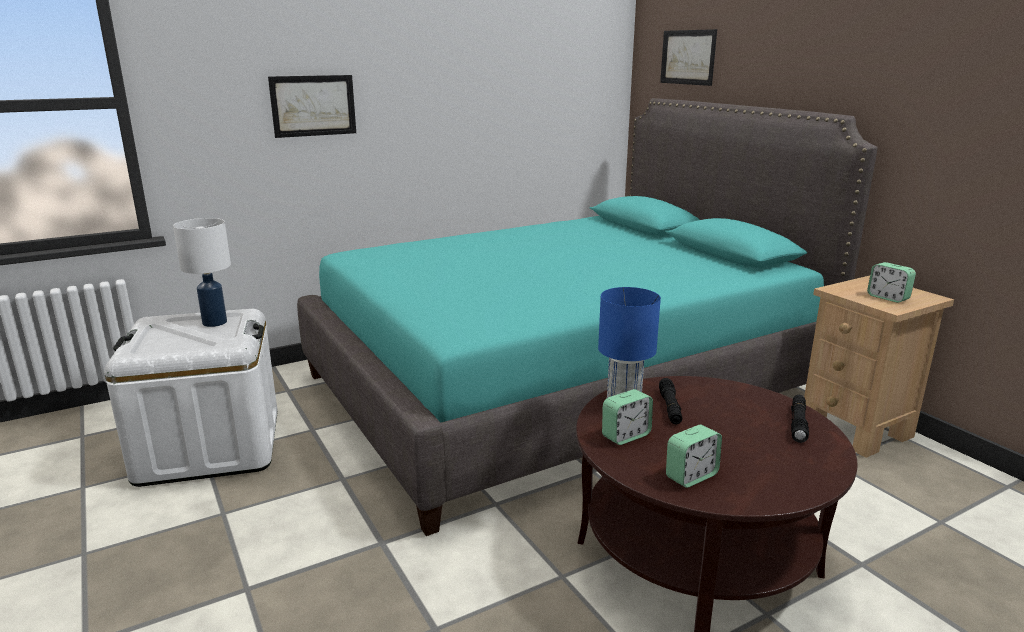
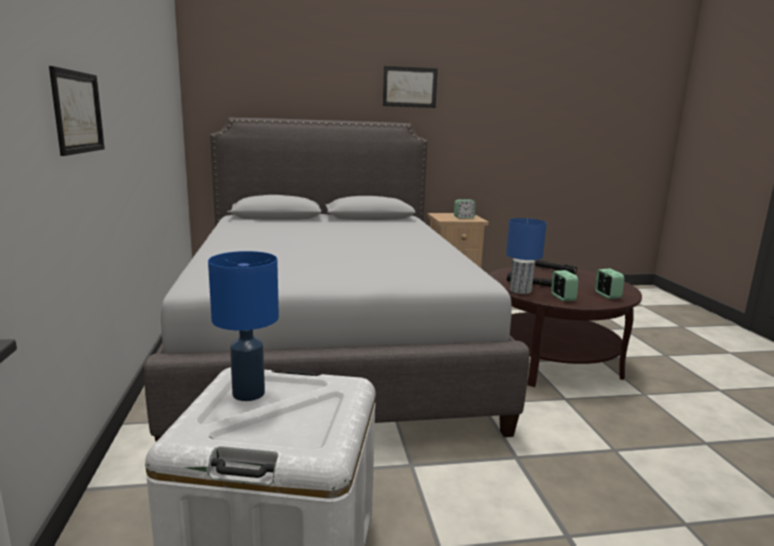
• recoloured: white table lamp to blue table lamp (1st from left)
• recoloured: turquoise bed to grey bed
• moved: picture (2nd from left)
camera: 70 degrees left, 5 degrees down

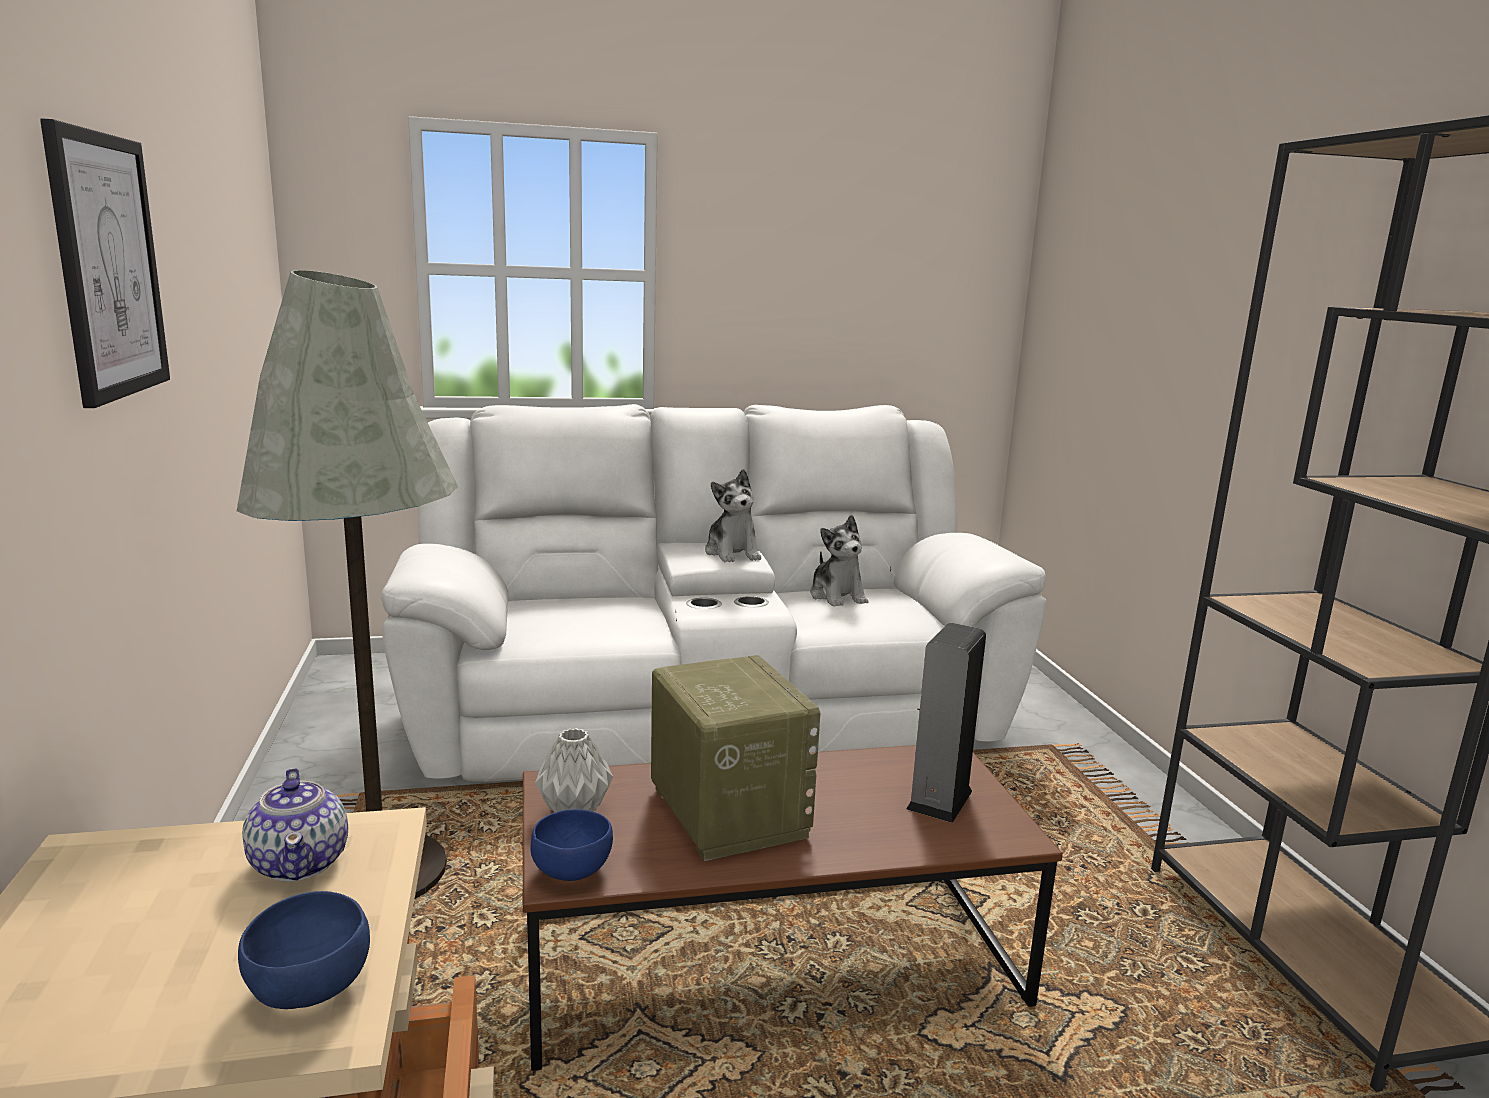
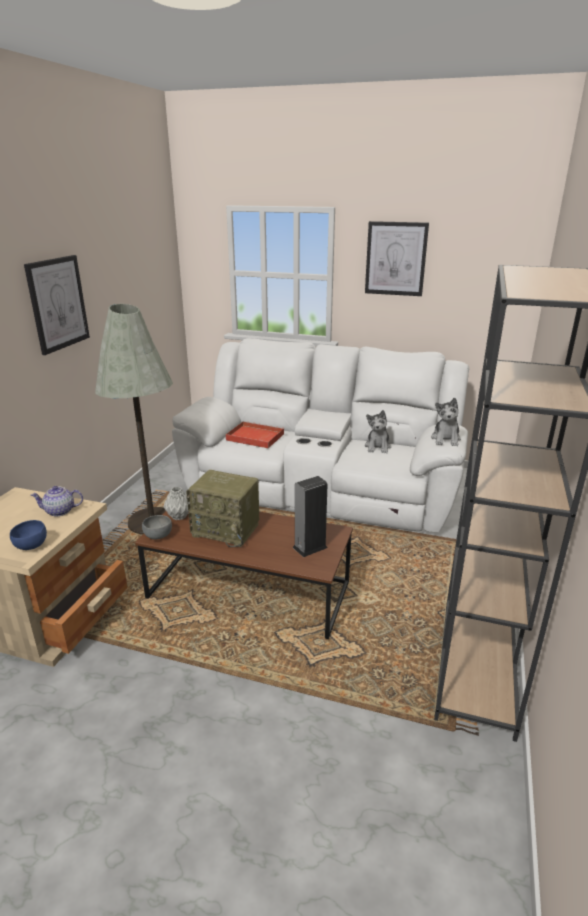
• turned: teapot 75 degrees clockwise
• recoloured: blue bowl (2nd from left) to grey bowl
• turned: radio 105 degrees clockwise
• moved: plush toy (1st from left in the first image) to plush toy (2nd from left)
• added: red tray
• added: picture (2nd from left)
camera: 30 degrees right, 10 degrees up

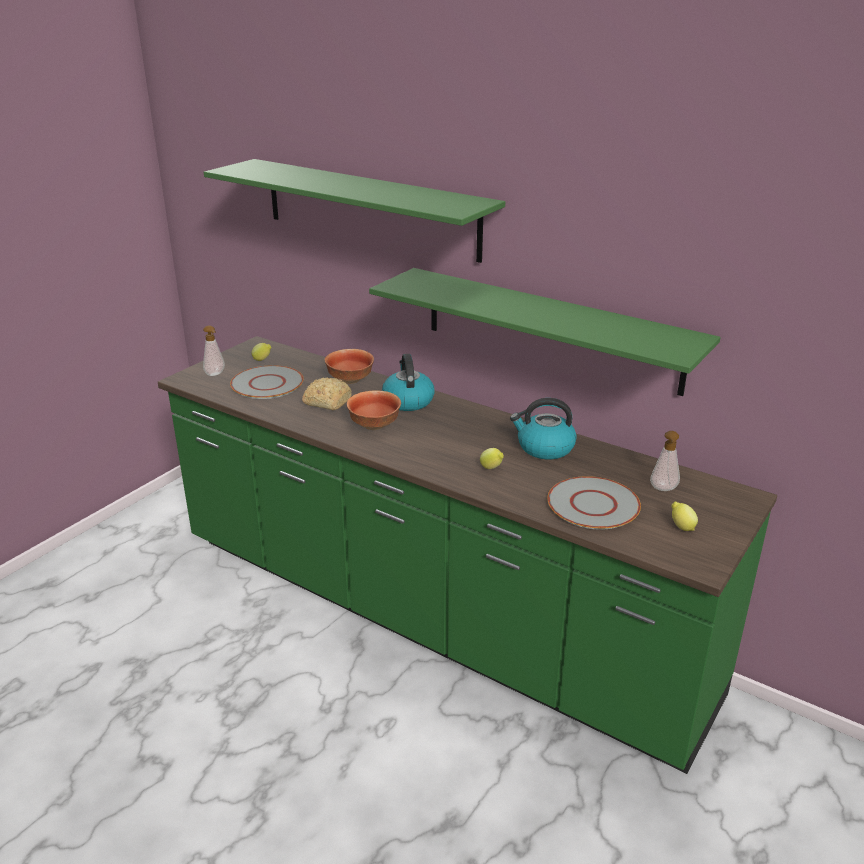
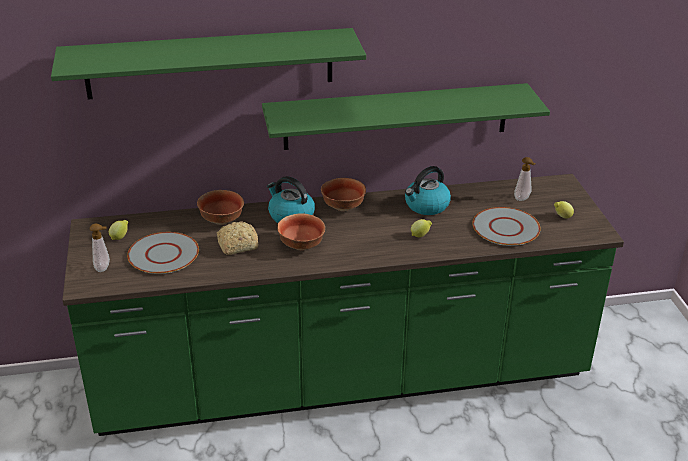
• added: bowl (3rd from left)
camera: 45 degrees left, 5 degrees up

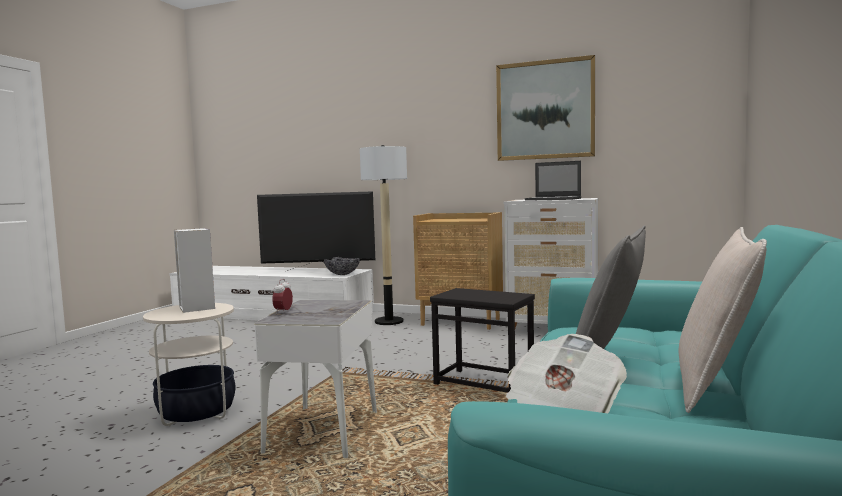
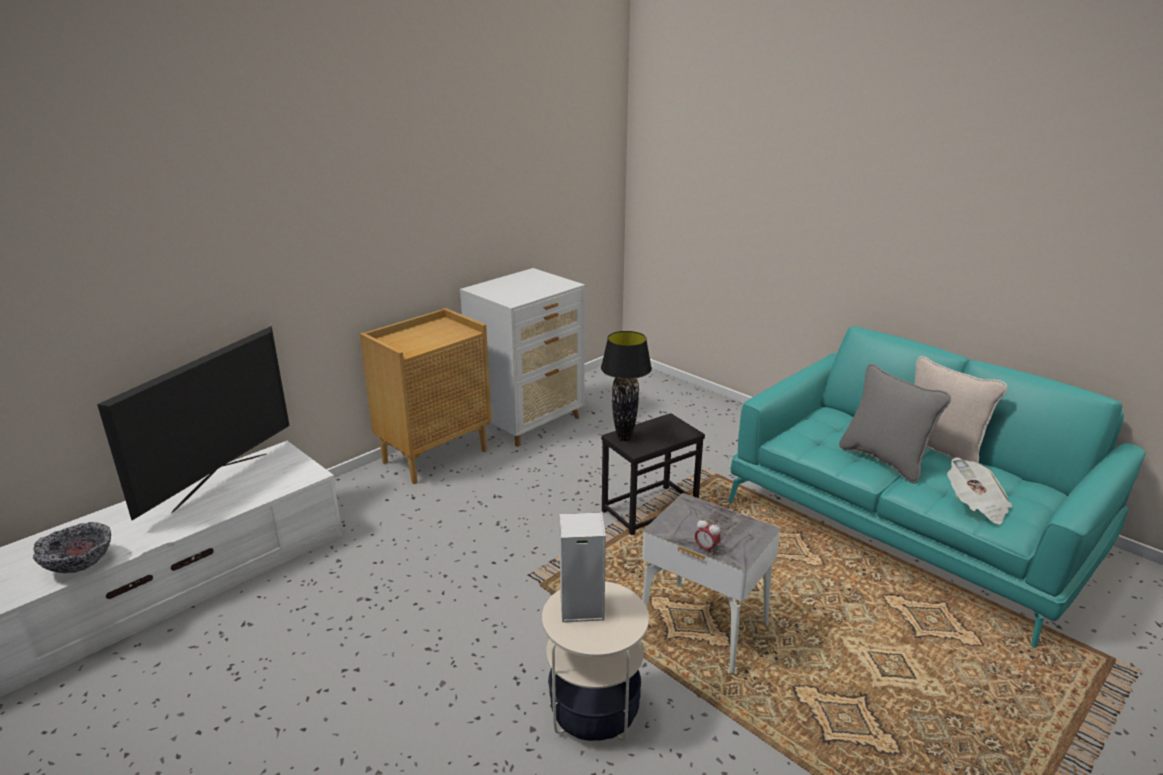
• moved: bowl
• removed: floor lamp
• removed: picture
• removed: laptop
• added: black table lamp
camera: 65 degrees left, 20 degrees up

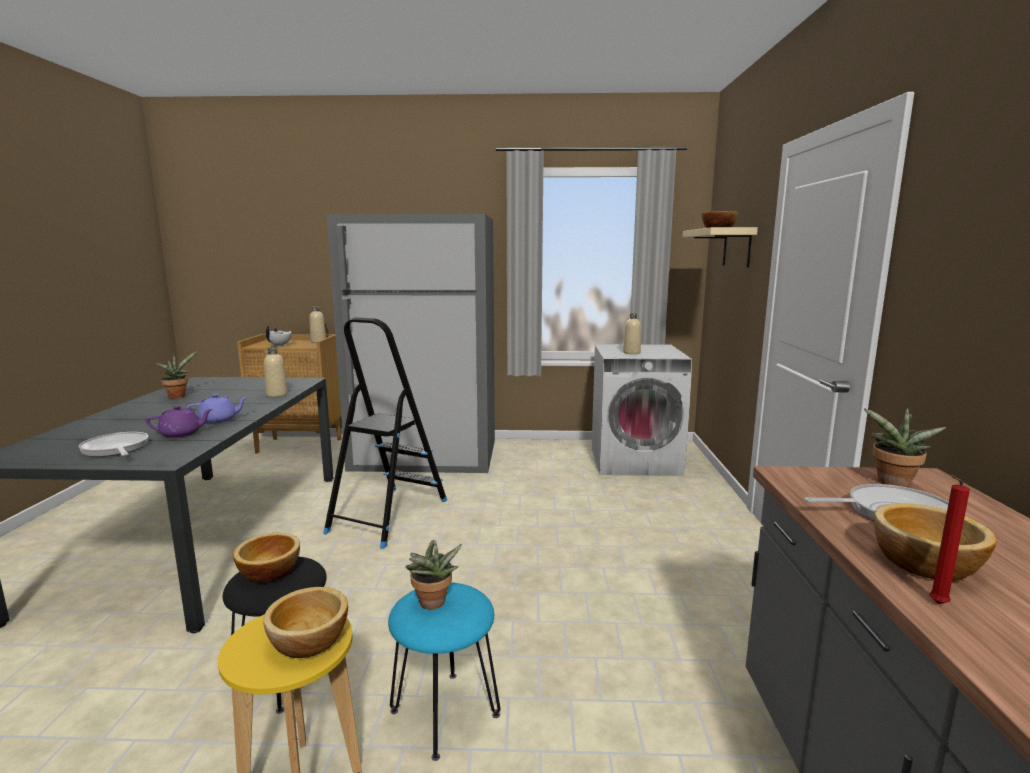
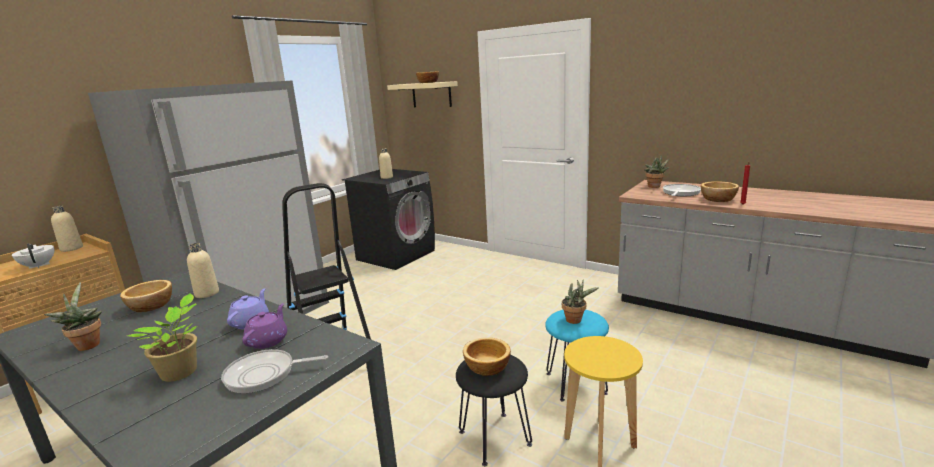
• moved: bowl (2nd from left in the first image) to bowl (1st from left)
• recoloured: white washing machine to black washing machine
• added: potted plant (2nd from left)
camera: 55 degrees left, 5 degrees up

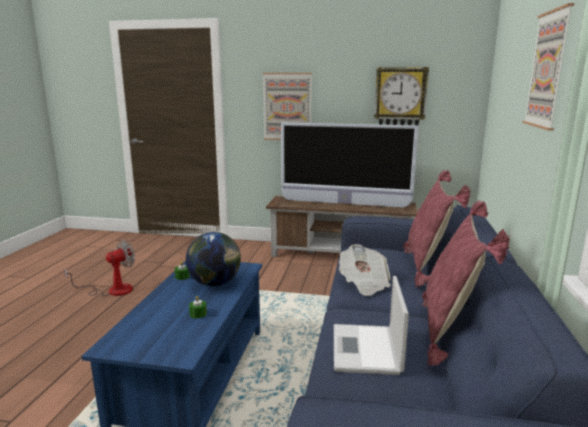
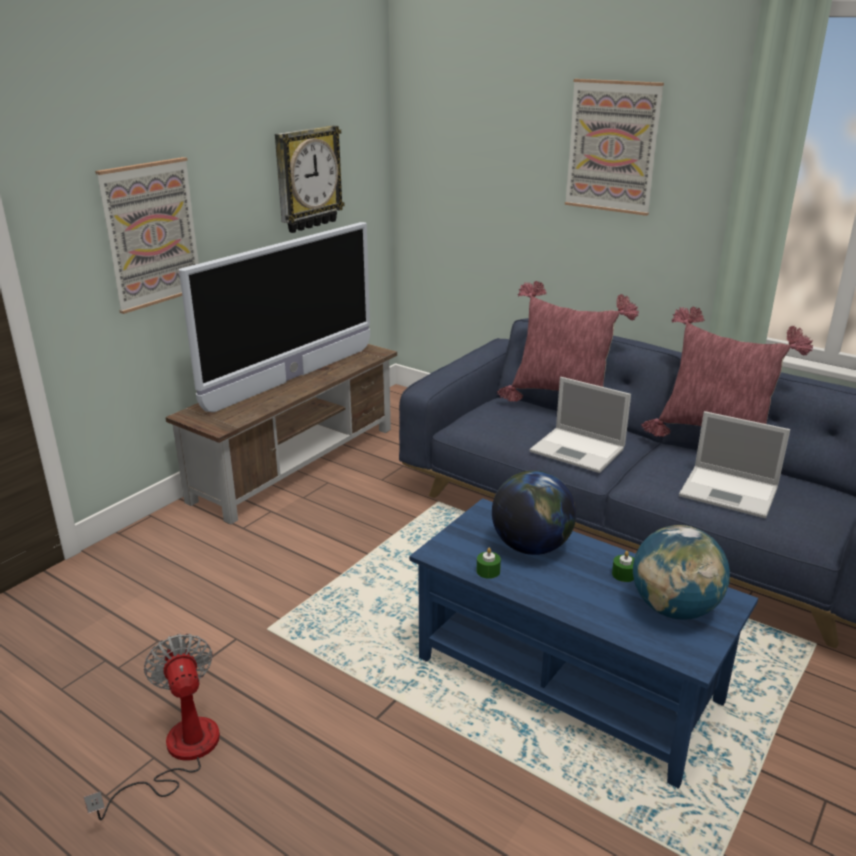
• replaced: newspaper to laptop (1st from left)
• added: globe (2nd from left)
camera: 65 degrees left, 10 degrees up

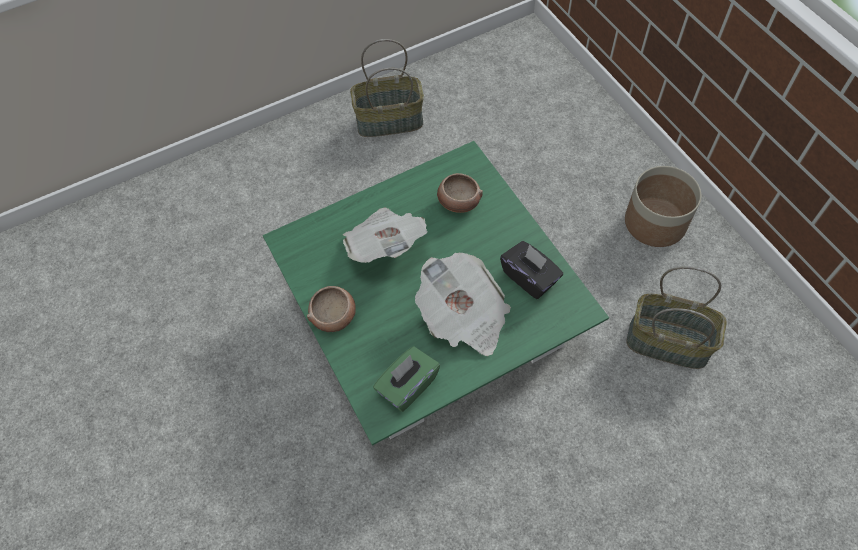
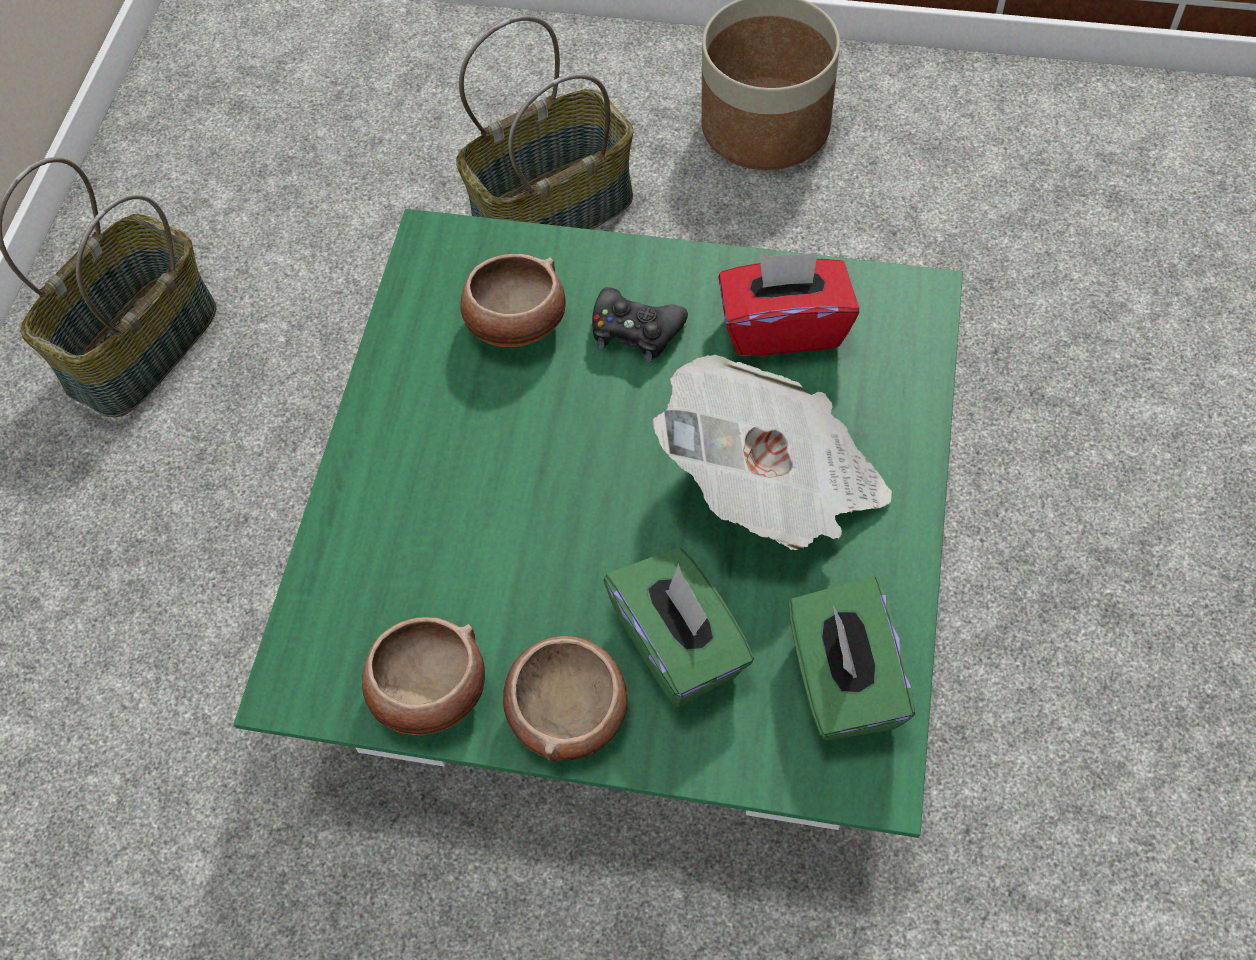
• removed: newspaper (1st from left)
• recoloured: black tissue box to red tissue box
• moved: basket (2nd from left)
• added: bowl (1st from left)
• added: black game controller
• added: green tissue box (1st from left)
camera: 50 degrees left, 0 degrees up

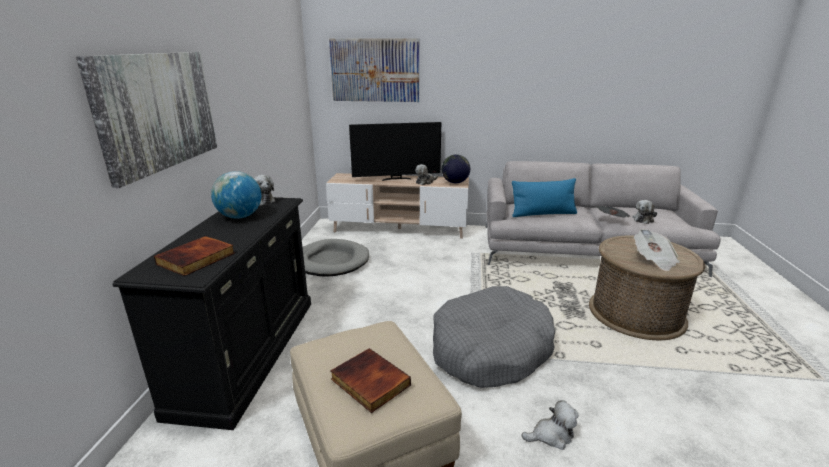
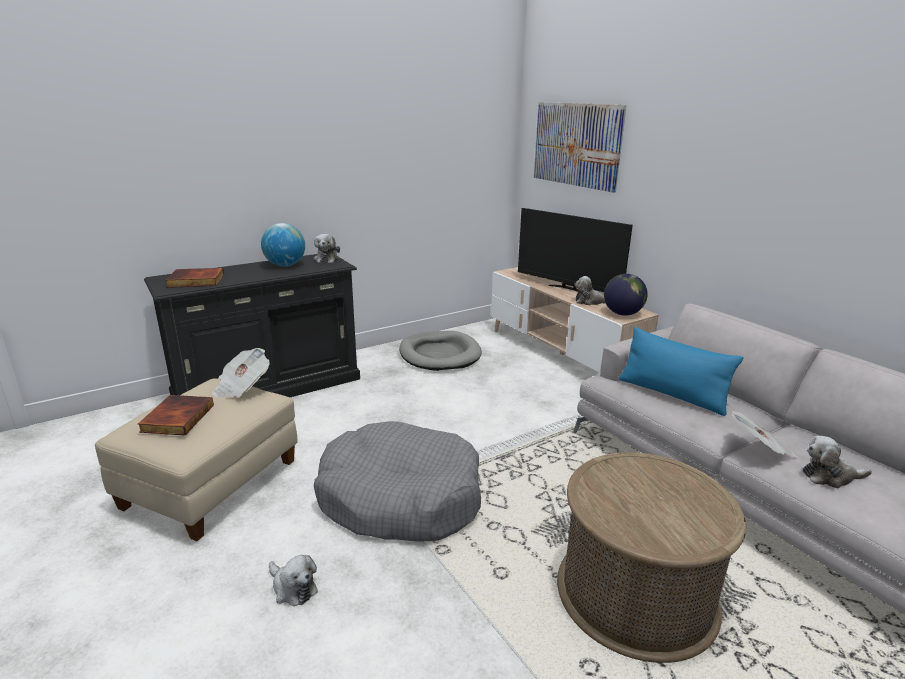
• removed: picture (1st from left)
• moved: newspaper (2nd from left in the first image) to newspaper (1st from left)
camera: 50 degrees right, 0 degrees up

